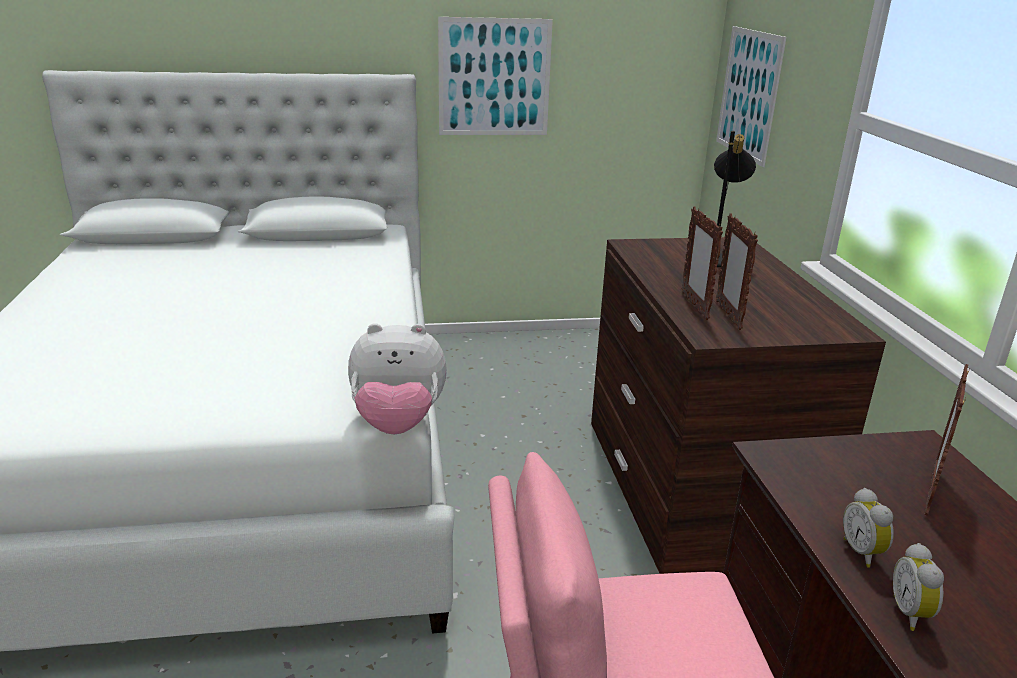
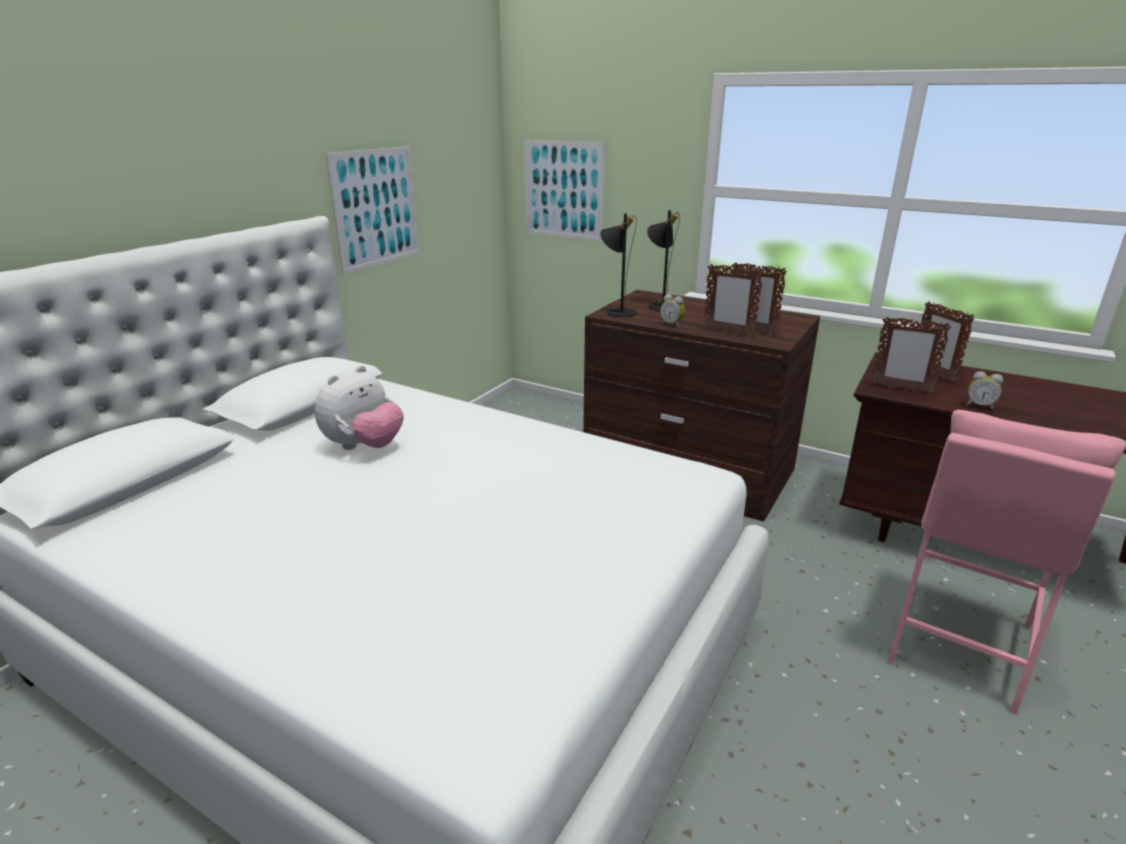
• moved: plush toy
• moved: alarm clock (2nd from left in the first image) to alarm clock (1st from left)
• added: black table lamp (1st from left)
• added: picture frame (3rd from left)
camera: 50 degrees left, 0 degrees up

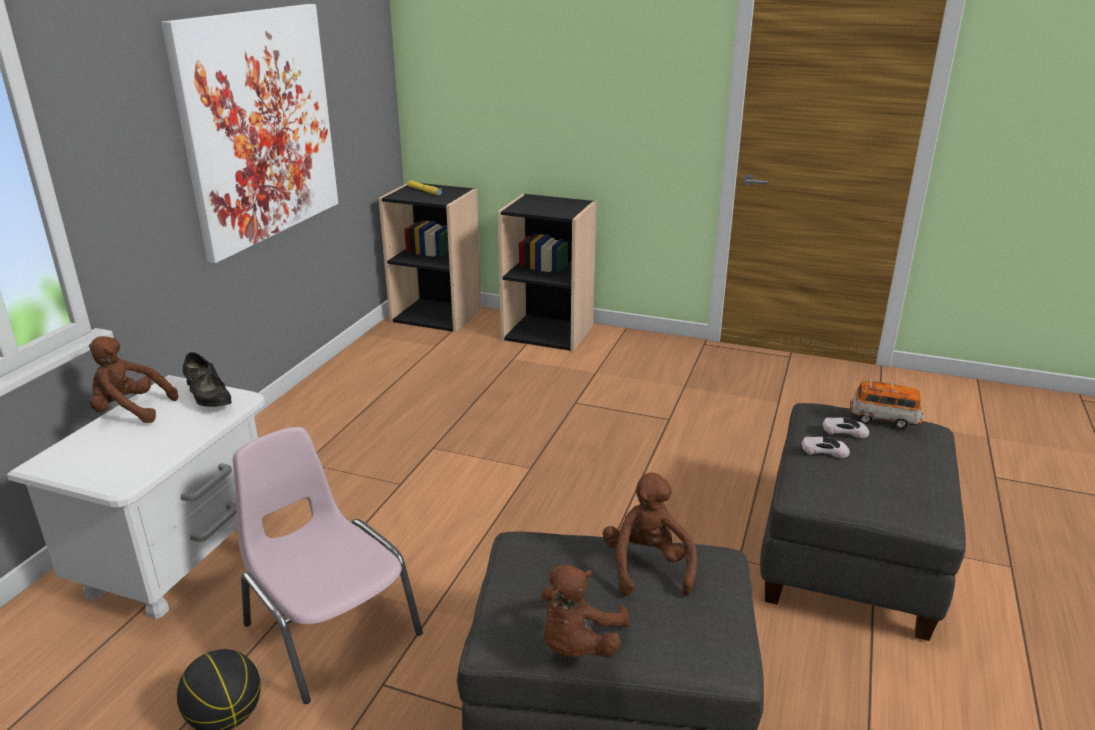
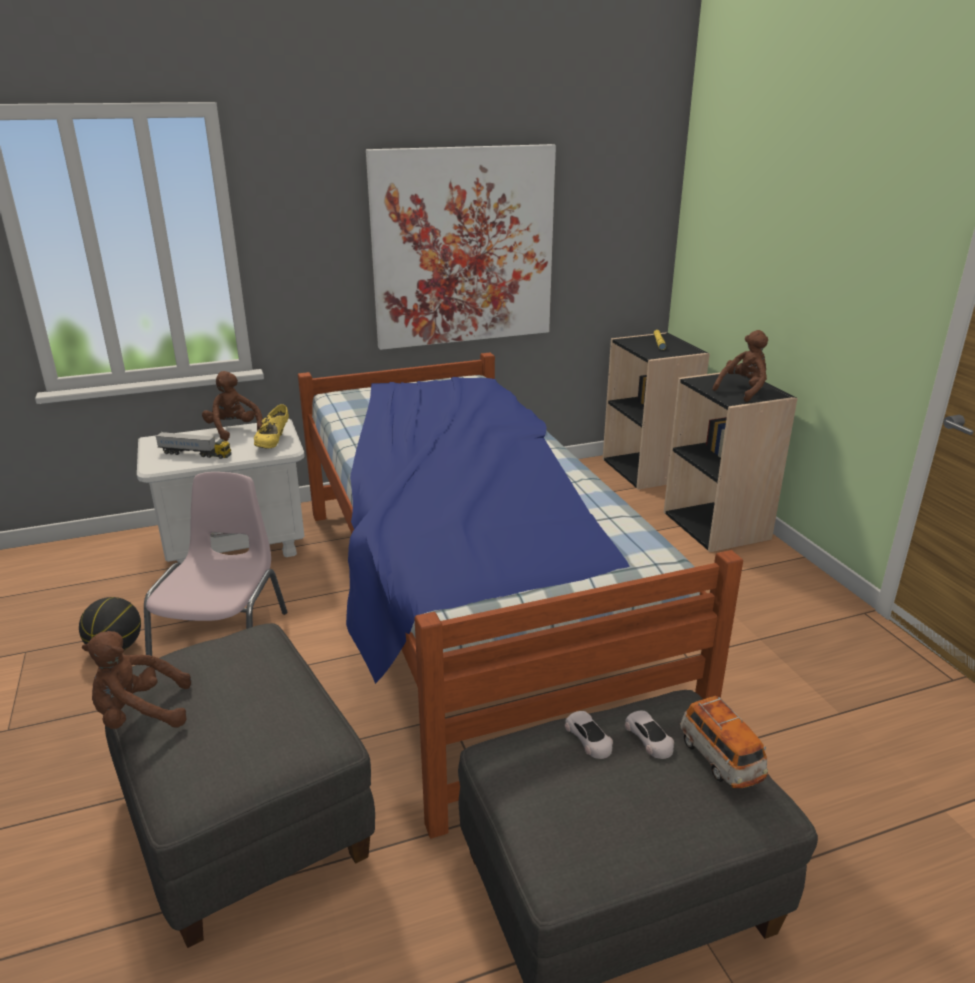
• recoloured: black shoe to yellow shoe
• moved: brown plush toy (3rd from left)
• added: toy truck
• added: bed
camera: 50 degrees right, 0 degrees up

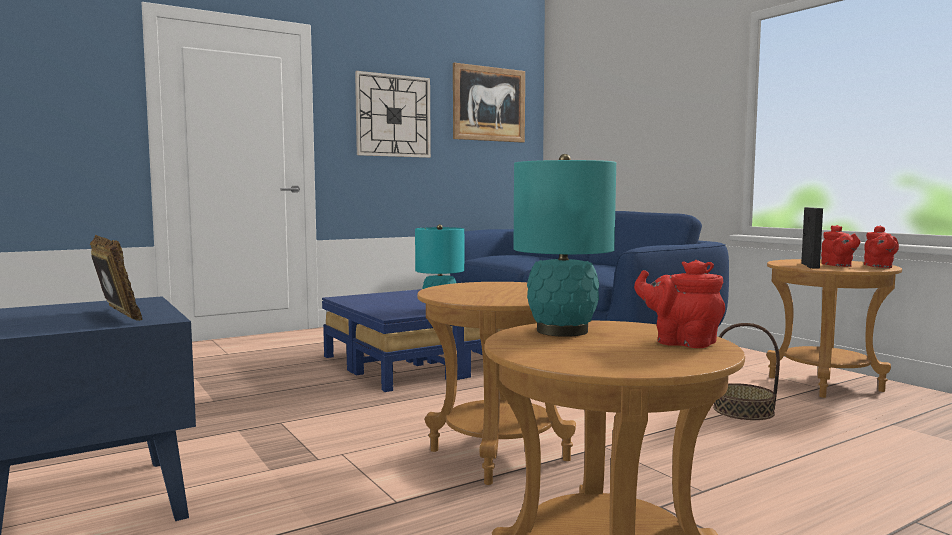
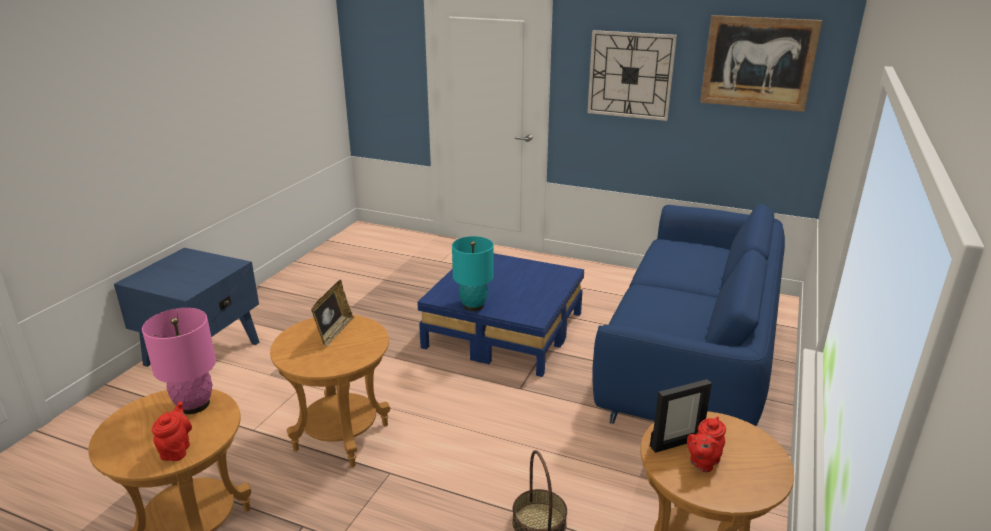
• moved: picture frame (1st from left)
• recoloured: turquoise table lamp (2nd from left) to pink table lamp
• removed: red teapot (3rd from left)
camera: 55 degrees right, 20 degrees up

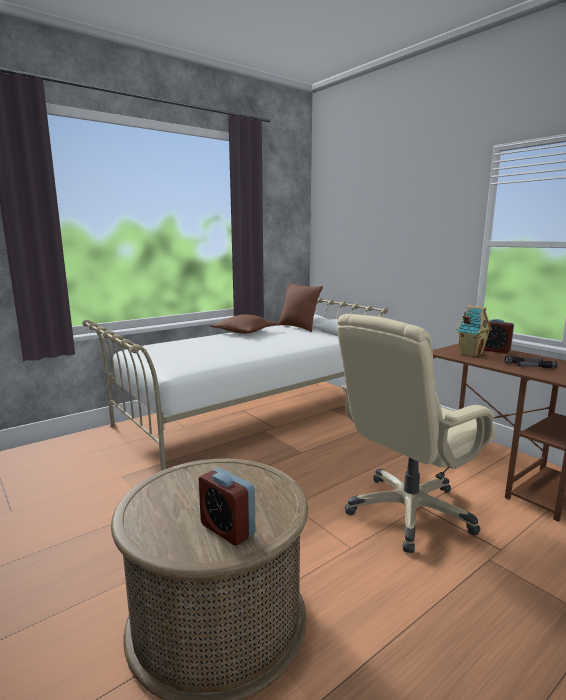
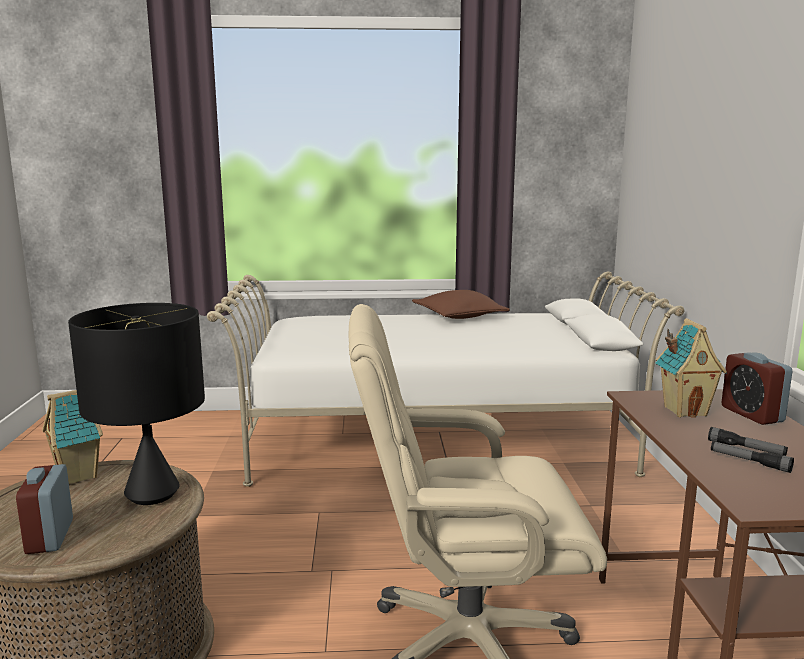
• removed: brown pillow (2nd from left)
• added: toy house (1st from left)
• added: black table lamp
camera: 35 degrees right, 0 degrees up

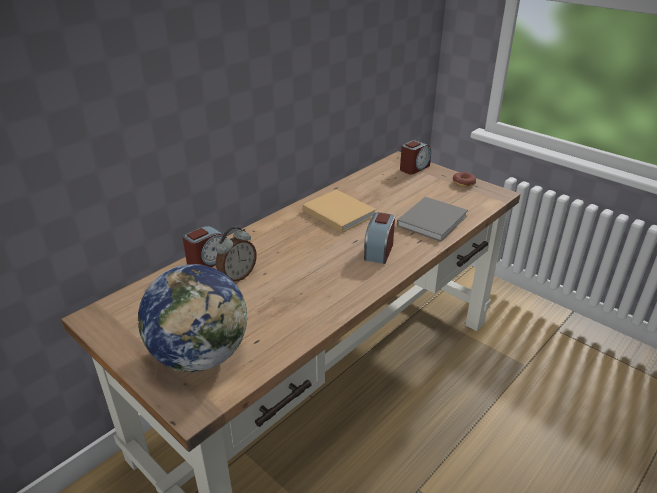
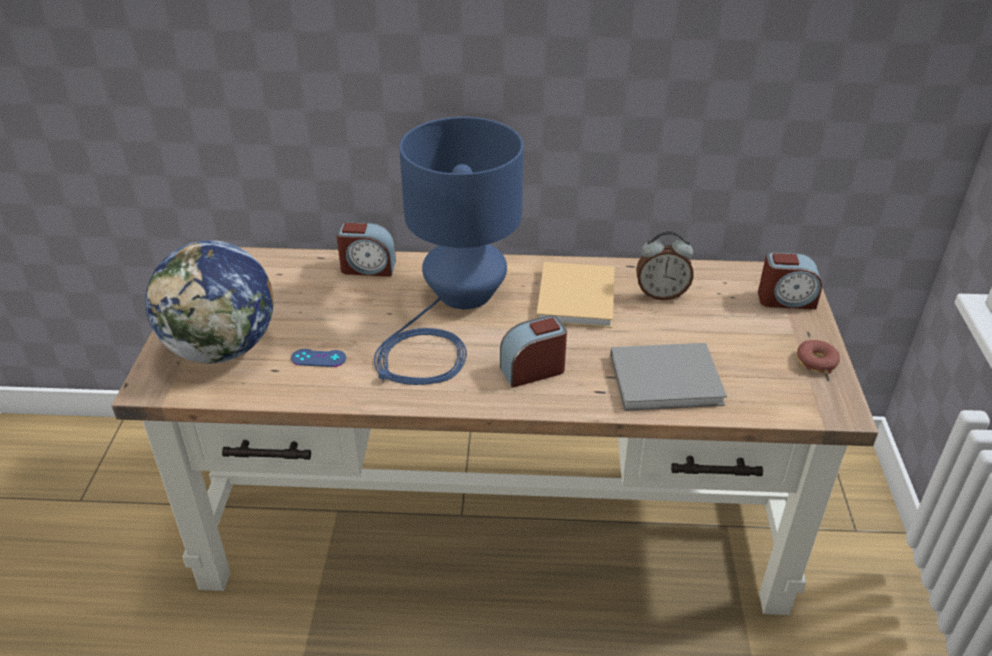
• moved: alarm clock (2nd from left in the first image) to alarm clock (3rd from left)
• added: blue game controller
• added: blue table lamp
camera: 50 degrees right, 5 degrees up

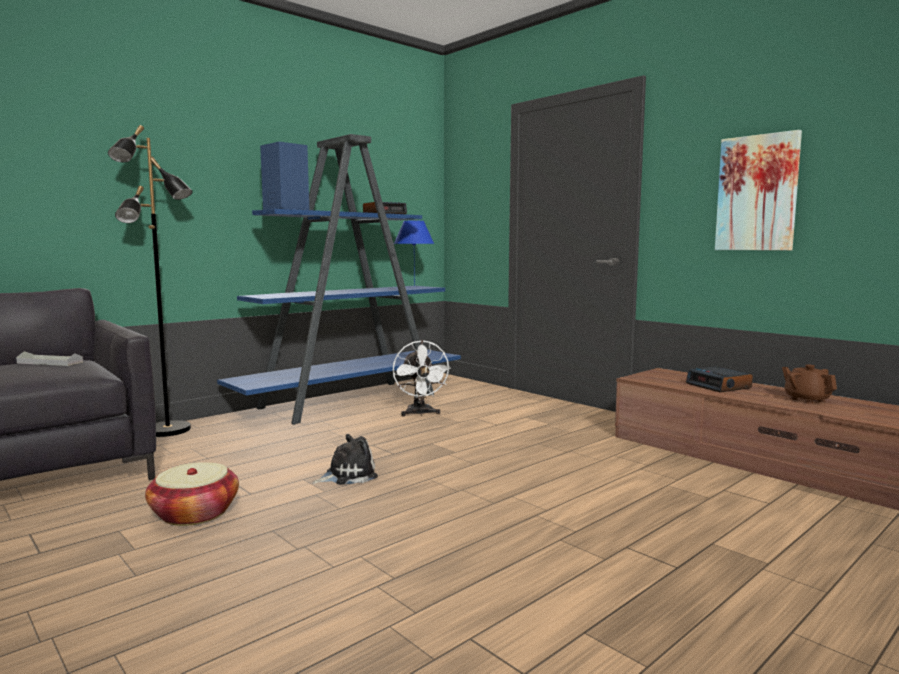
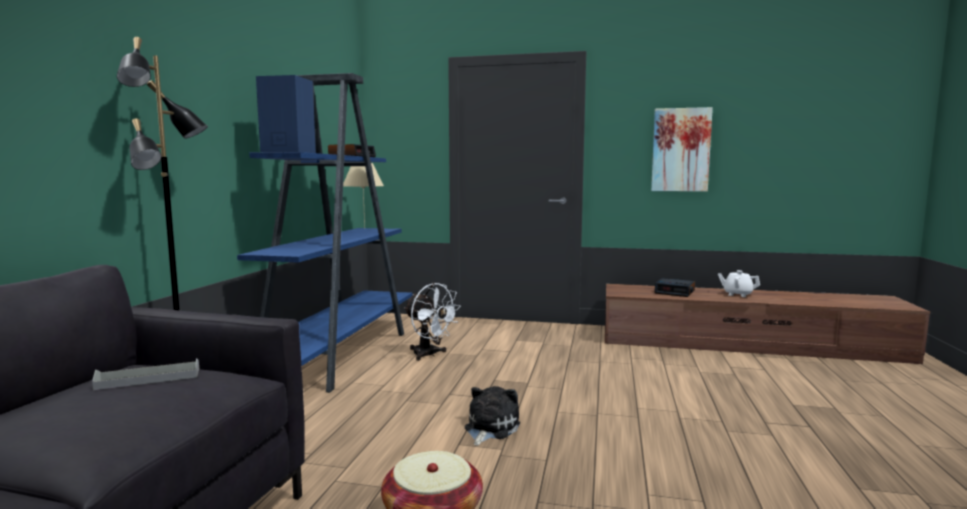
• recoloured: blue table lamp to beige table lamp
• recoloured: brown teapot to white teapot
camera: 35 degrees left, 0 degrees up

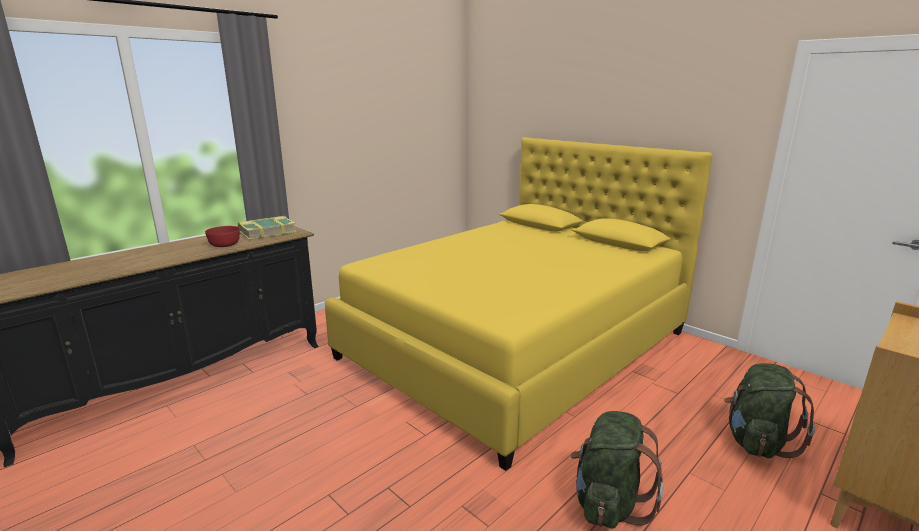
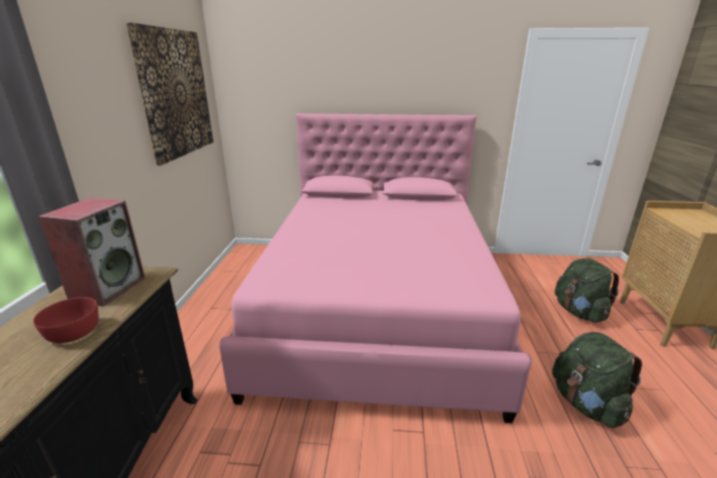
• replaced: book to speaker
• recoloured: yellow bed to pink bed
• added: picture
camera: 40 degrees left, 5 degrees up

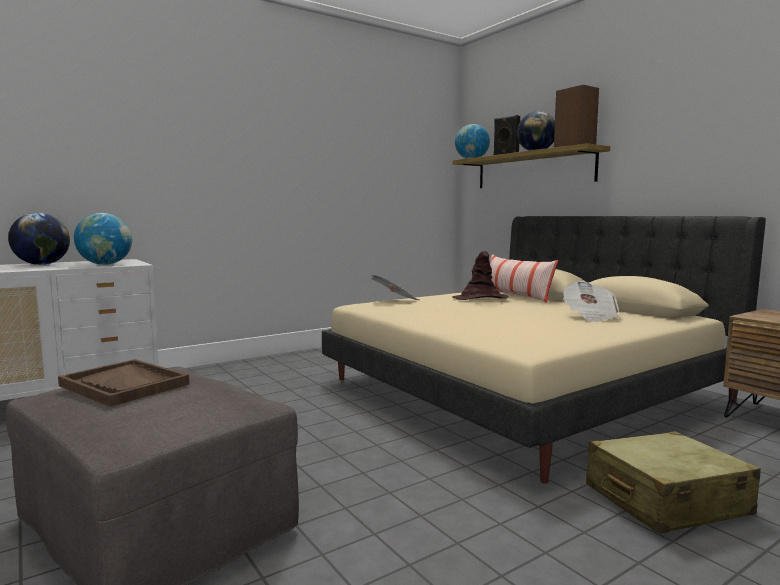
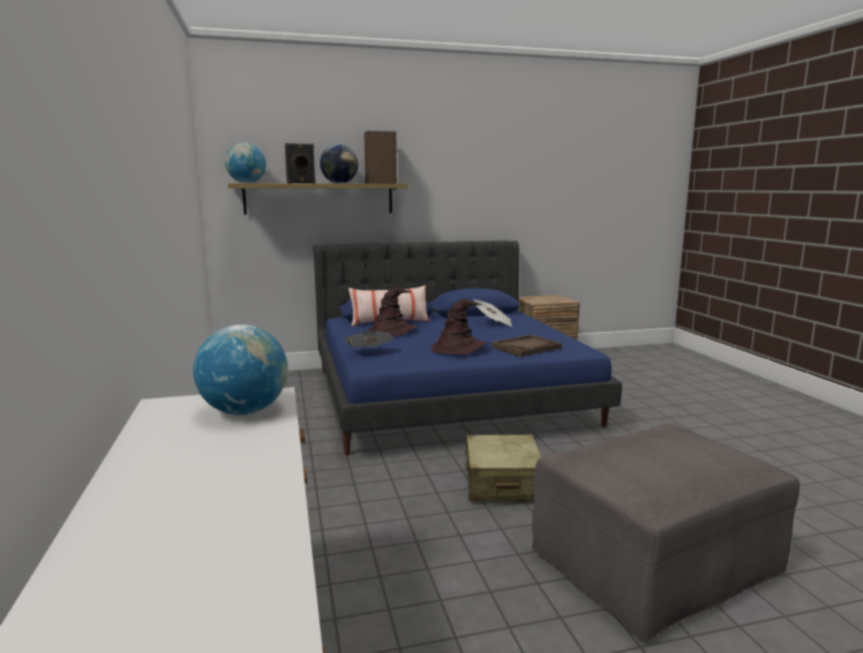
• removed: globe (1st from left)
• moved: brown tray
• recoloured: beige bed to blue bed
• moved: beige suitcase
• added: brown hat (2nd from left)
camera: 70 degrees left, 5 degrees up

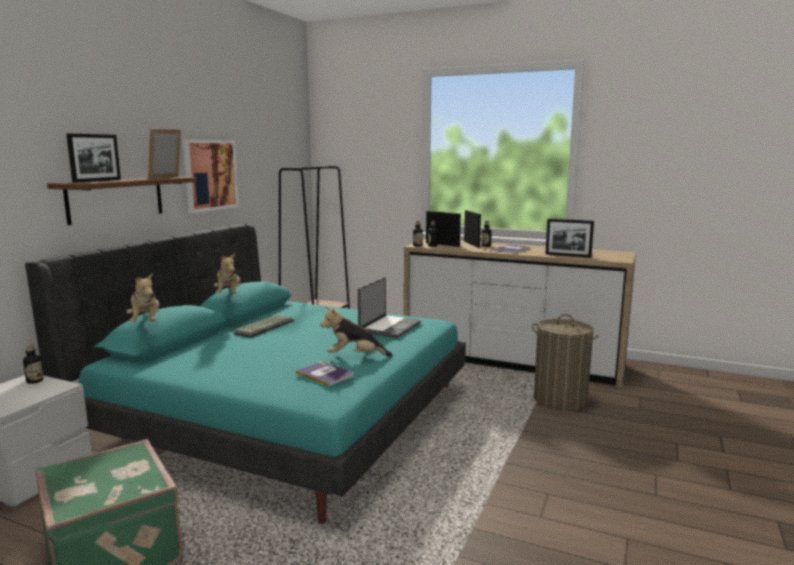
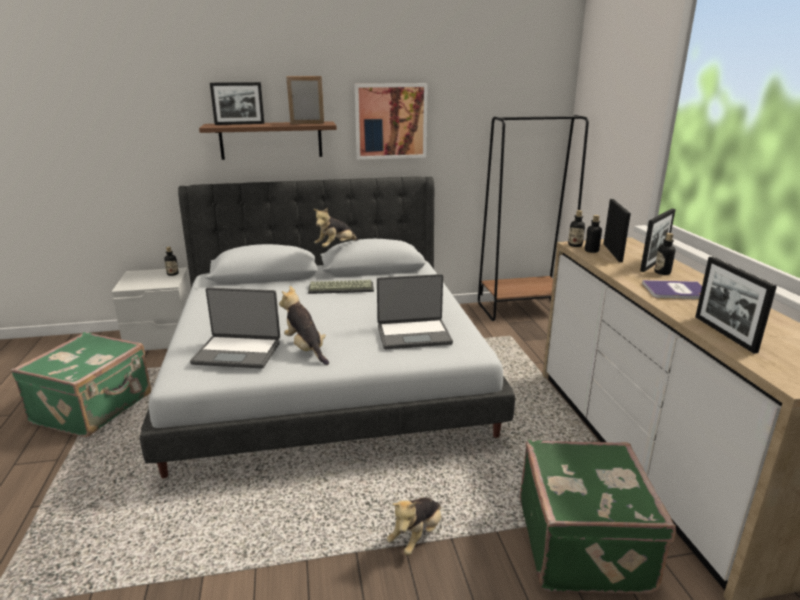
• recoloured: turquoise bed to grey bed
• moved: plush toy (1st from left in the first image) to plush toy (3rd from left)
• replaced: book (1st from left) to laptop (1st from left)
• replaced: laundry basket to green suitcase (2nd from left)
camera: 55 degrees right, 10 degrees up

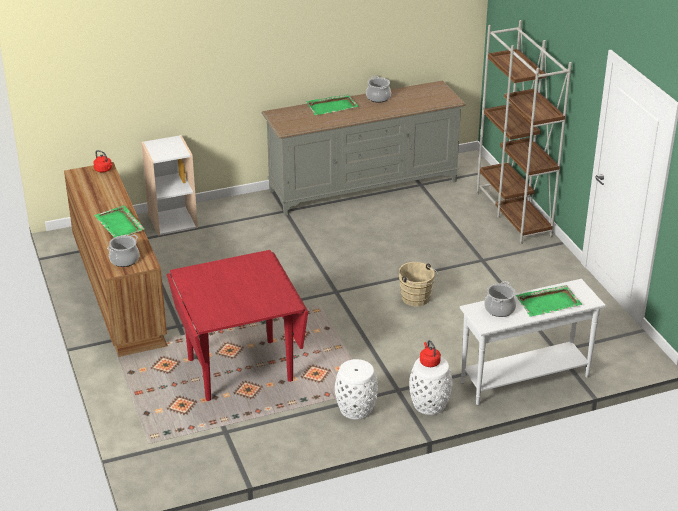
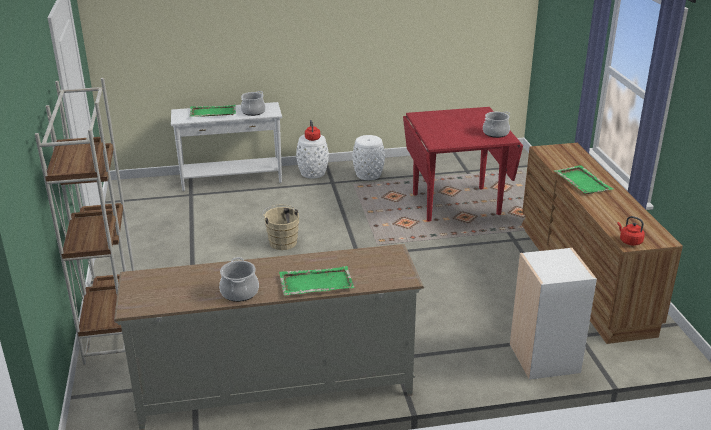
• moved: cooking pot (1st from left in the first image) to cooking pot (3rd from left)
camera: 170 degrees left, 5 degrees down

